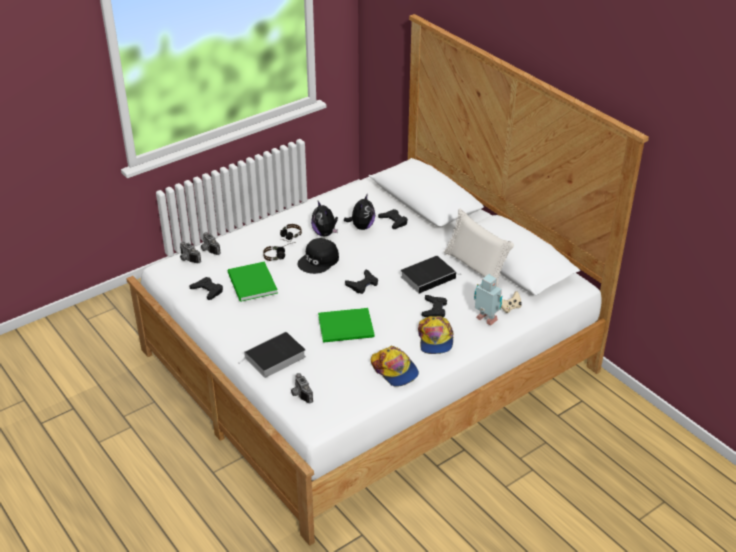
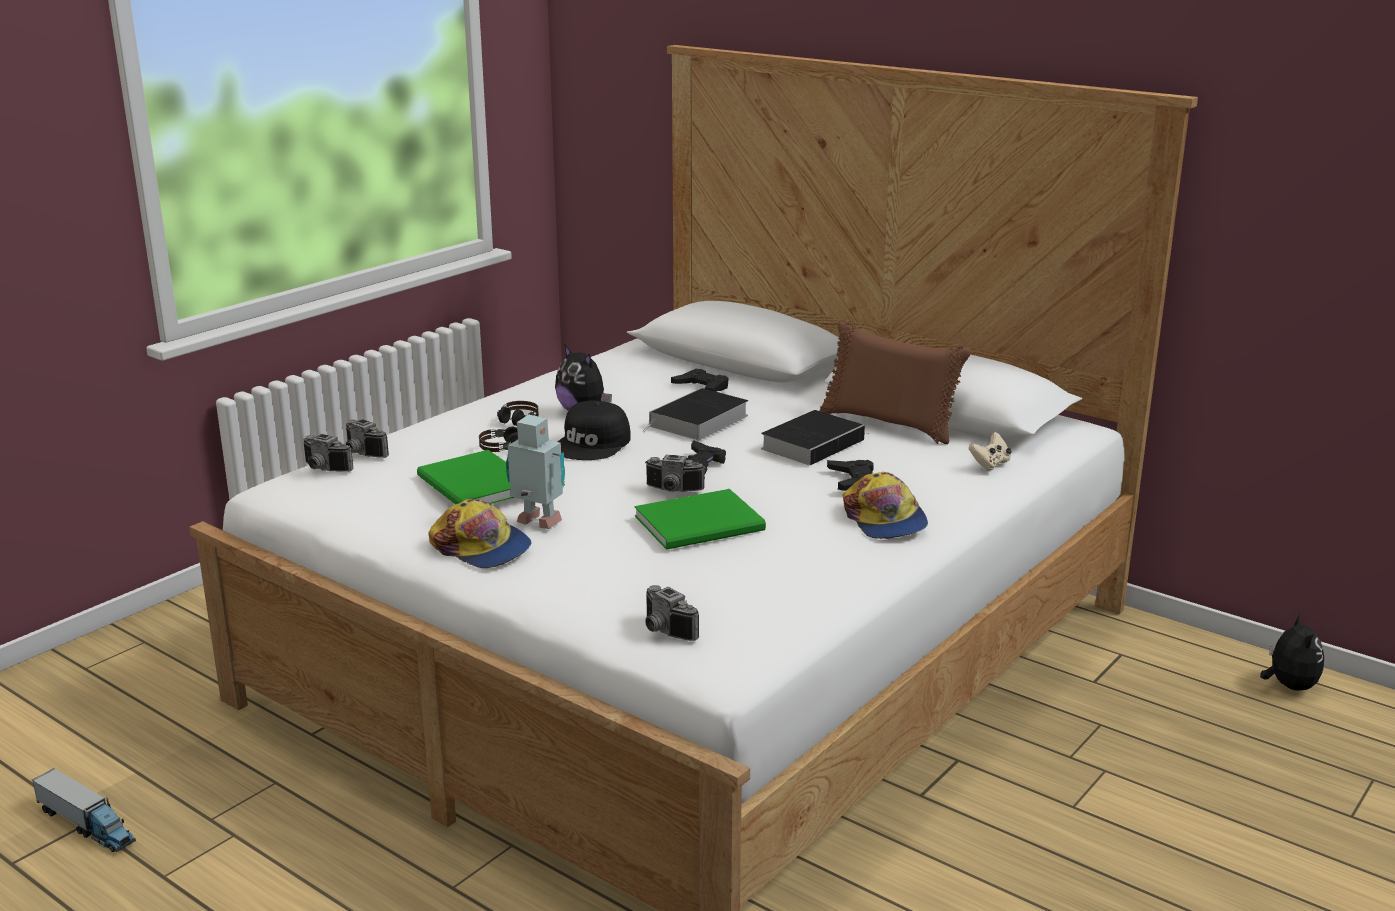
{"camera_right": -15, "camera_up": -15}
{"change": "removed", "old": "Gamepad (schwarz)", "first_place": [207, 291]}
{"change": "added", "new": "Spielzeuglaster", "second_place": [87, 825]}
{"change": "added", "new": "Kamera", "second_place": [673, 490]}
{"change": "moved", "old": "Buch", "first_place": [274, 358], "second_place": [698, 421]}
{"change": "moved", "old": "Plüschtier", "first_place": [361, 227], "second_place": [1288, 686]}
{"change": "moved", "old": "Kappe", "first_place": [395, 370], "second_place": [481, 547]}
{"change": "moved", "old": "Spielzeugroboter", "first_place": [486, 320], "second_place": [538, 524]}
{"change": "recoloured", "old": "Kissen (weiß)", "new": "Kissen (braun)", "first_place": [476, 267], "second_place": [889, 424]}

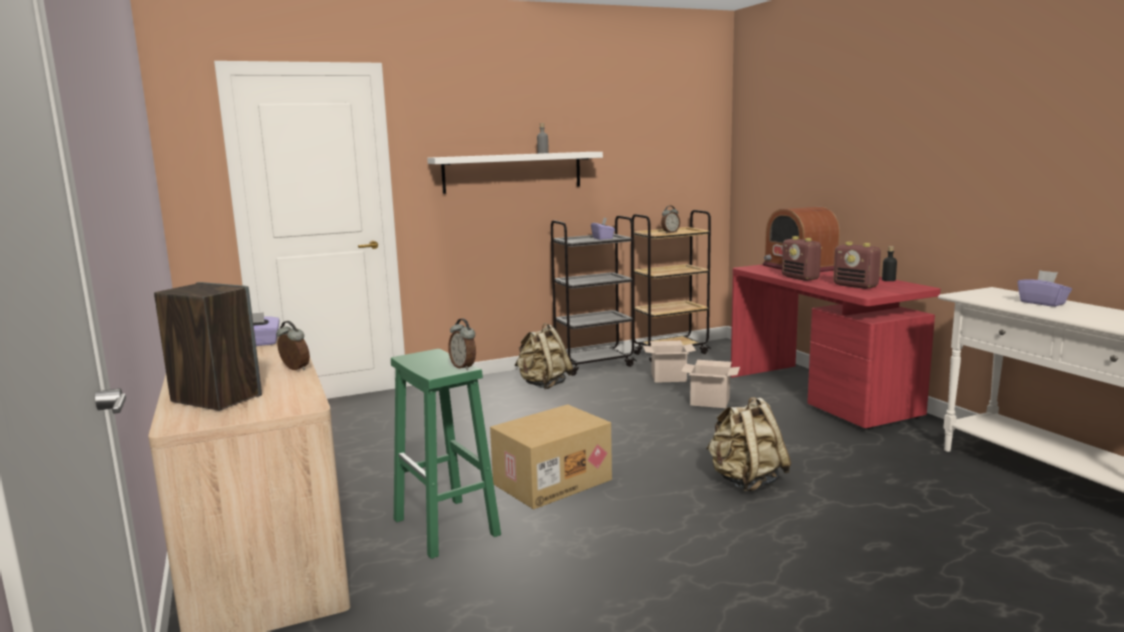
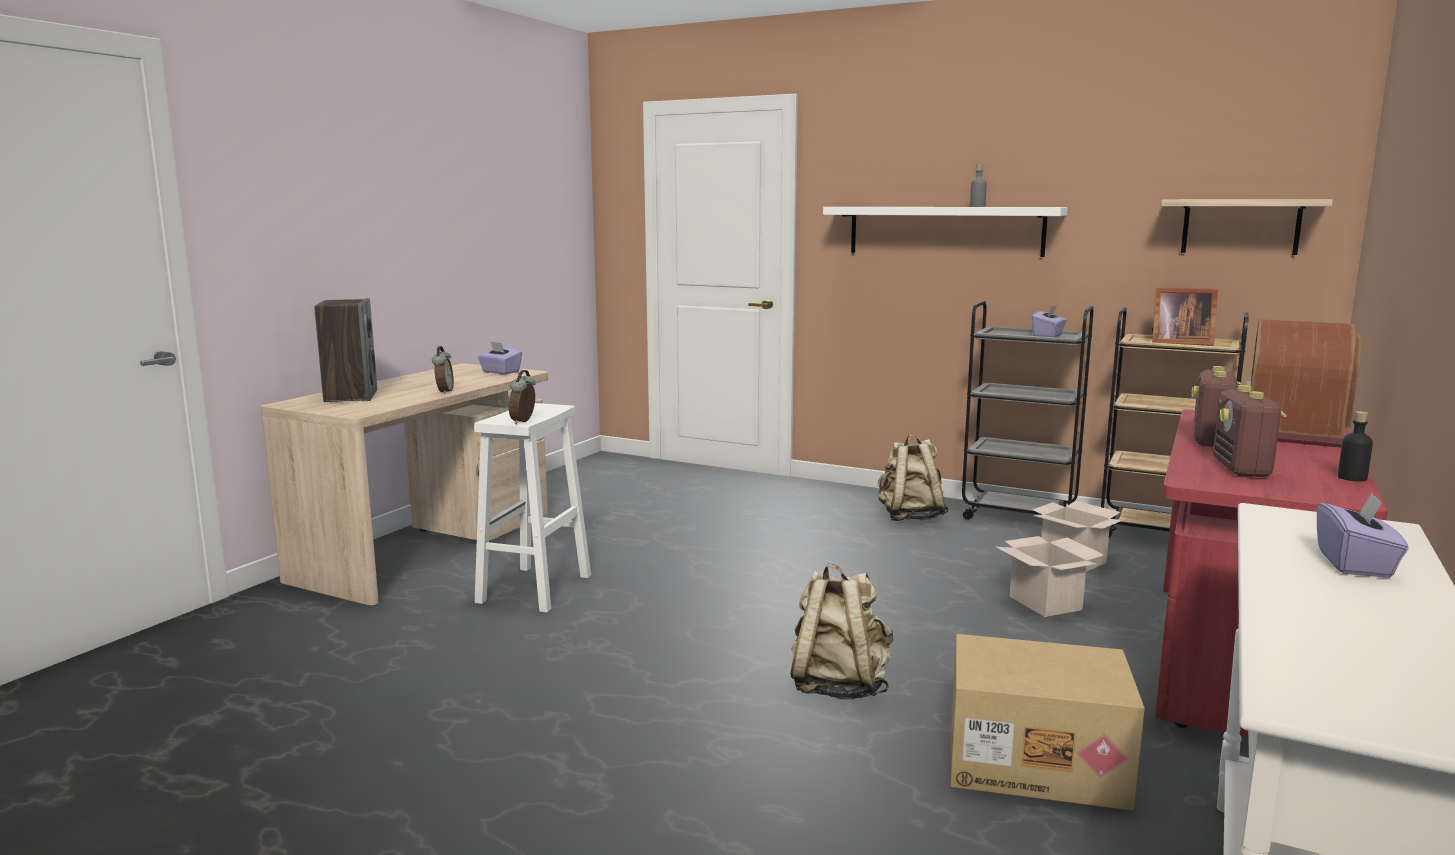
{"camera_right": 50, "camera_up": 0}
{"change": "added", "new": "Wandregal", "second_place": [1240, 226]}
{"change": "moved", "old": "Karton", "first_place": [552, 481], "second_place": [1036, 762]}
{"change": "replaced", "old": "Wecker", "new": "Bilderrahmen", "first_place": [670, 232], "second_place": [1178, 343]}
{"change": "recoloured", "old": "Hocker (grün)", "new": "Hocker (weiß)", "first_place": [447, 527], "second_place": [534, 589]}

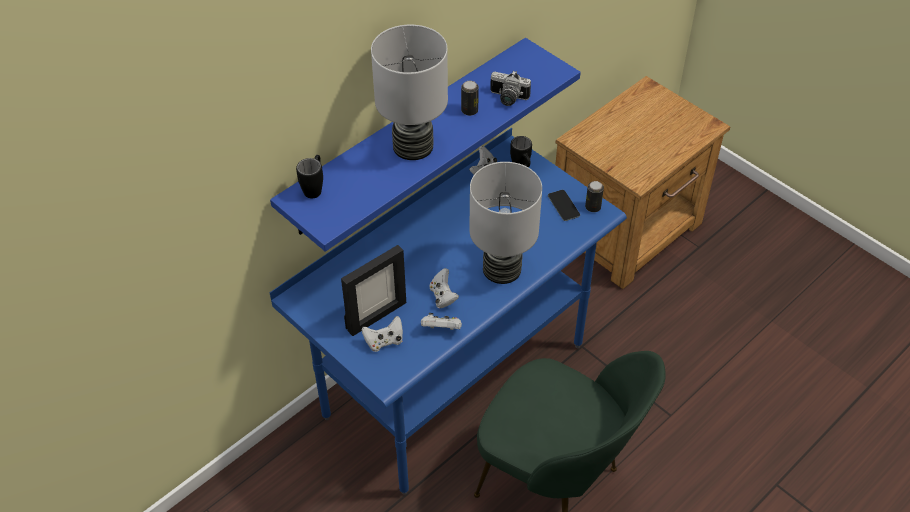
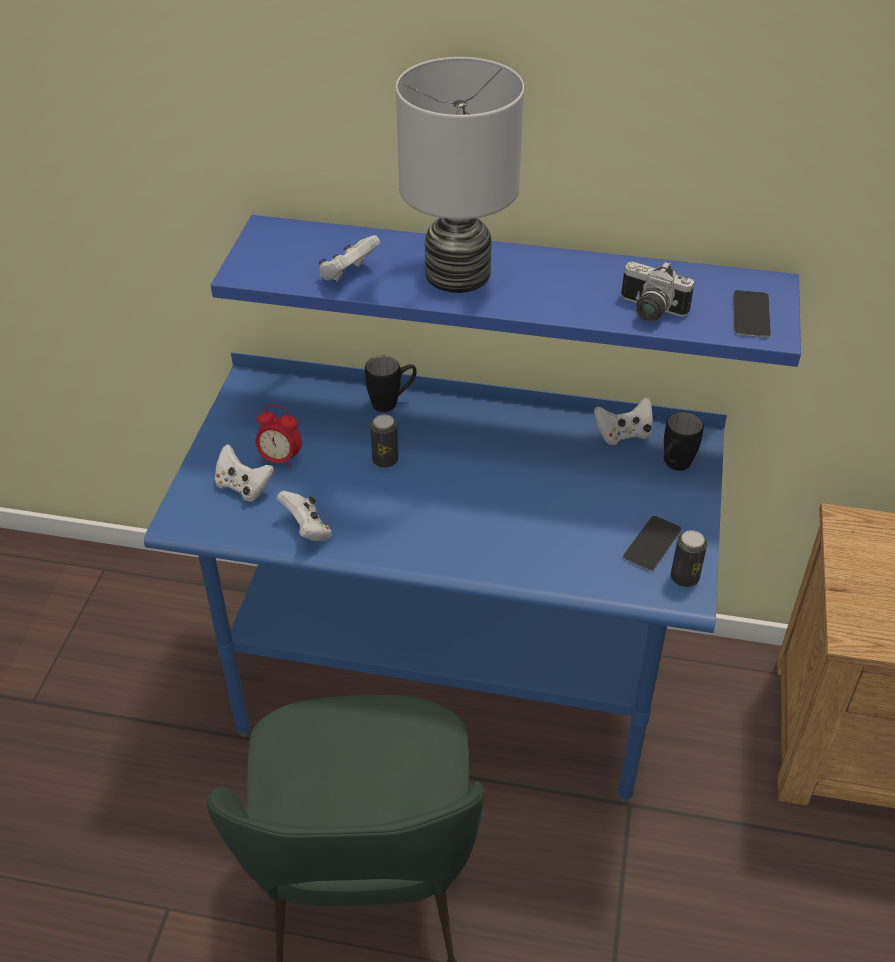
{"camera_right": 55, "camera_up": -5}
{"change": "removed", "old": "Tischlampe (grau)", "first_place": [501, 269]}
{"change": "added", "new": "Handy", "second_place": [751, 315]}
{"change": "moved", "old": "Henkelbecher (schwarz)", "first_place": [314, 188], "second_place": [392, 402]}
{"change": "moved", "old": "Gamepad (weiß)", "first_place": [443, 296], "second_place": [348, 274]}
{"change": "moved", "old": "Dose", "first_place": [469, 110], "second_place": [385, 460]}
{"change": "replaced", "old": "Bilderrahmen", "new": "Wecker", "first_place": [376, 315], "second_place": [280, 459]}
{"change": "turned", "old": "Kamera", "first_place": [507, 99], "second_place": [649, 311], "degrees": -45}

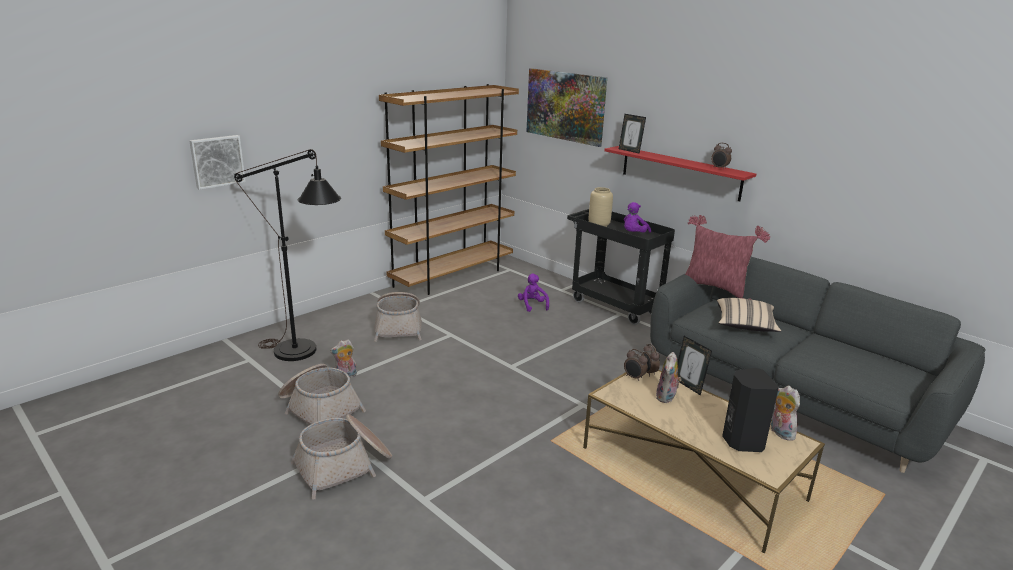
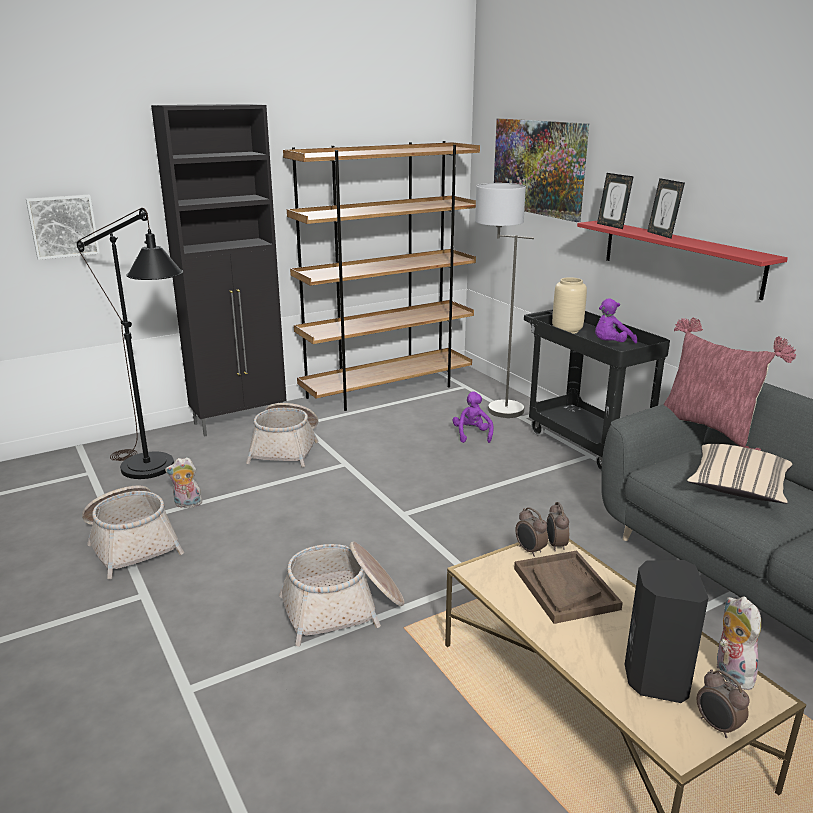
{"camera_right": 15, "camera_up": 0}
{"change": "added", "new": "Schrank (schwarz)", "second_place": [241, 421]}
{"change": "added", "new": "Stehlampe (grau)", "second_place": [495, 409]}
{"change": "moved", "old": "Korb", "first_place": [344, 466], "second_place": [343, 608]}
{"change": "moved", "old": "Bilderrahmen", "first_place": [688, 386], "second_place": [661, 235]}
{"change": "moved", "old": "Wecker", "first_place": [719, 168], "second_place": [717, 726]}
{"change": "replaced", "old": "Plüschtier", "new": "Tablett (braun)", "first_place": [667, 397], "second_place": [565, 588]}

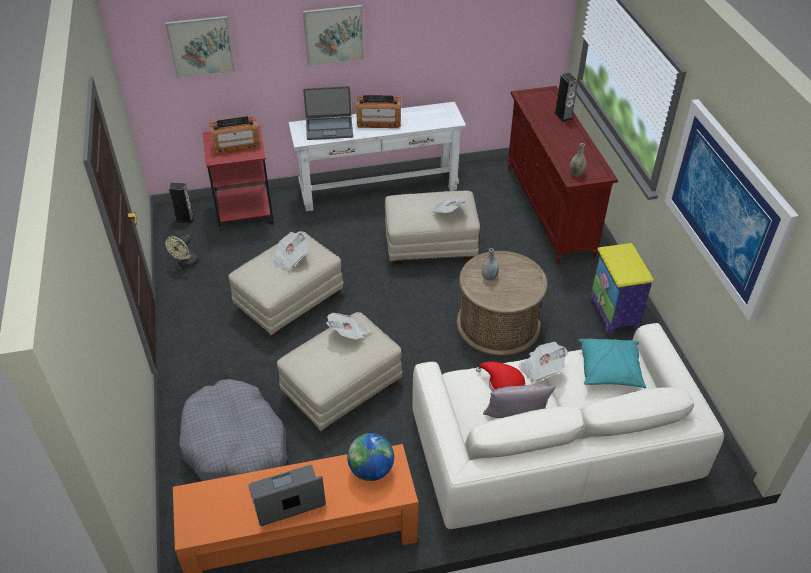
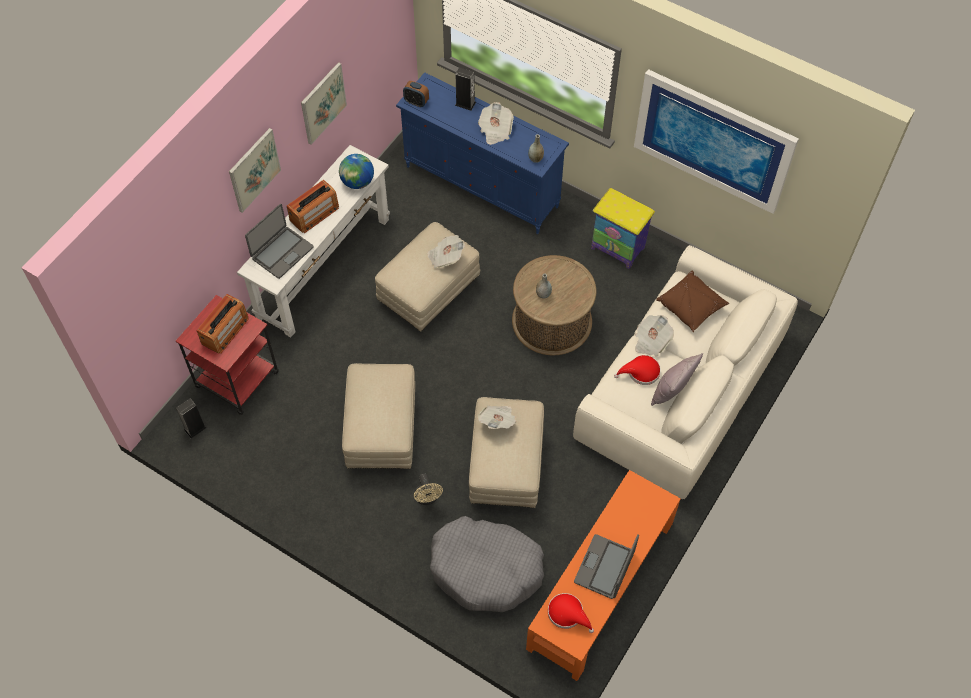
{"camera_right": -45, "camera_up": 15}
{"change": "added", "new": "Wecker", "second_place": [416, 102]}
{"change": "added", "new": "Hut (rot)", "second_place": [568, 614]}
{"change": "moved", "old": "Bild", "first_place": [201, 46], "second_place": [323, 103]}
{"change": "moved", "old": "Ventilator (beige)", "first_place": [185, 263], "second_place": [427, 498]}
{"change": "moved", "old": "Zeitung", "first_place": [290, 259], "second_place": [495, 130]}
{"change": "moved", "old": "Globus", "first_place": [371, 470], "second_place": [357, 182]}
{"change": "recoloured", "old": "Kommode (rot)", "new": "Kommode (blau)", "first_place": [549, 211], "second_place": [482, 186]}
{"change": "recoloured", "old": "Kissen (türkis)", "new": "Kissen (braun)", "first_place": [610, 370], "second_place": [691, 306]}

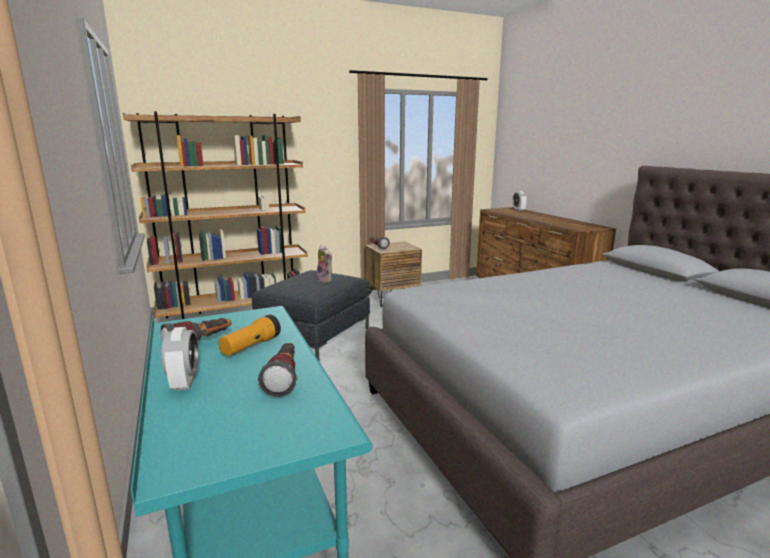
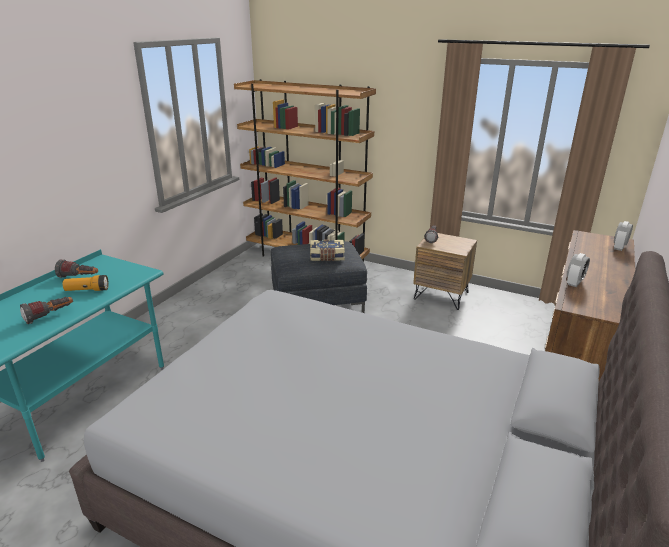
{"camera_right": 50, "camera_up": 10}
{"change": "moved", "old": "Wecker", "first_place": [184, 382], "second_place": [574, 283]}
{"change": "replaced", "old": "Plüschtier", "new": "Buch", "first_place": [326, 280], "second_place": [327, 256]}

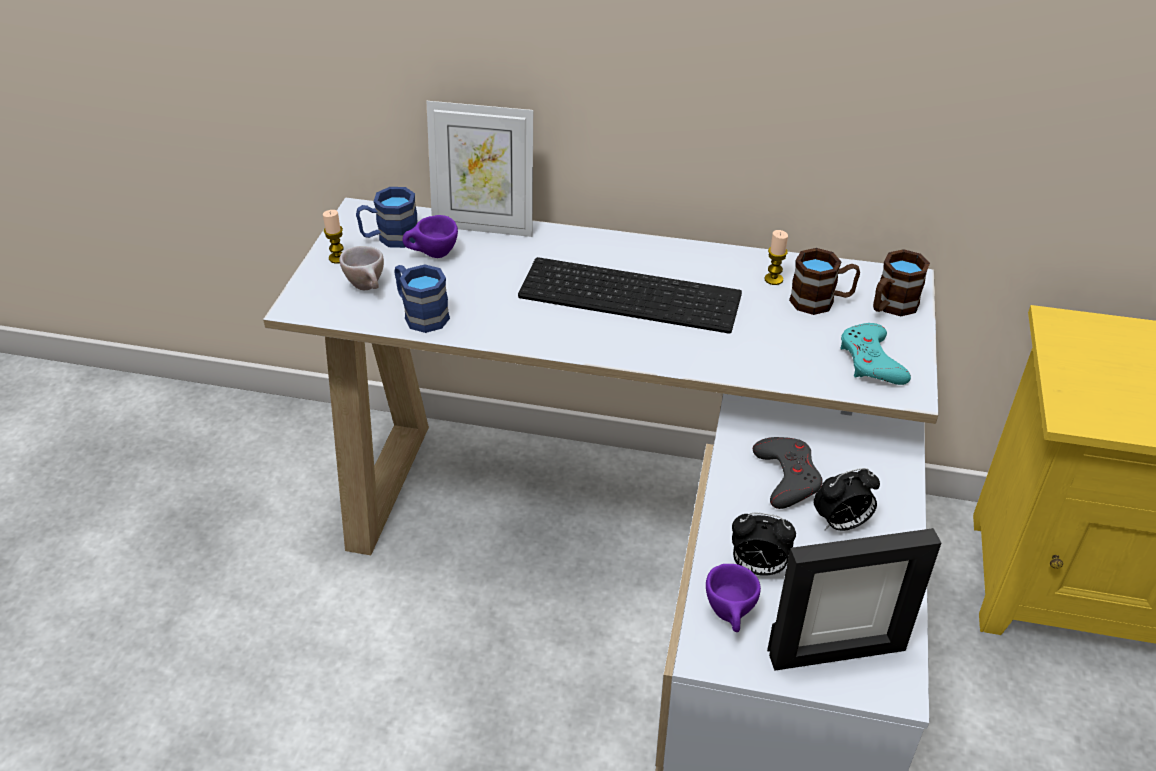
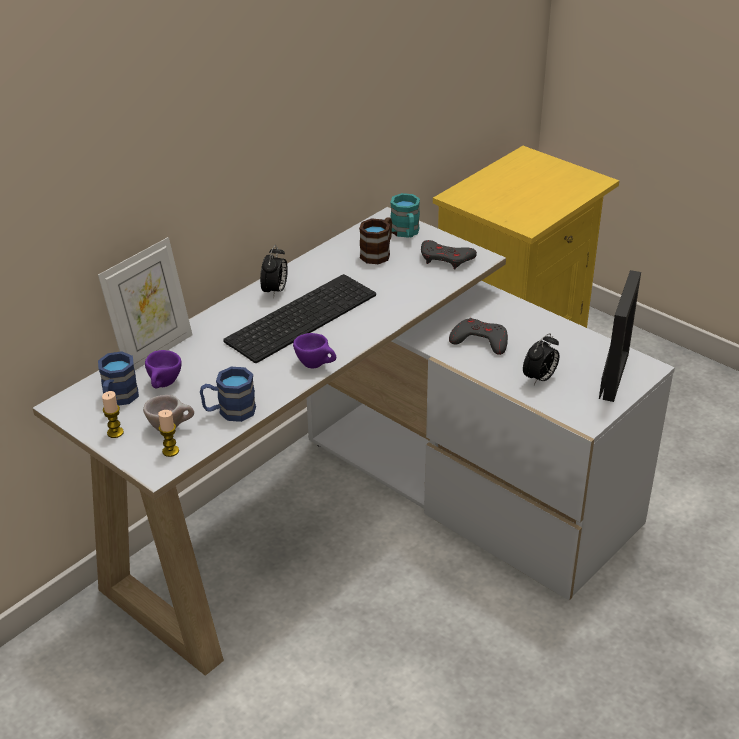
{"camera_right": -60, "camera_up": -5}
{"change": "moved", "old": "Tasse (lila)", "first_place": [731, 617], "second_place": [316, 365]}
{"change": "moved", "old": "Kerze", "first_place": [773, 279], "second_place": [170, 451]}
{"change": "moved", "old": "Wecker", "first_place": [841, 524], "second_place": [275, 291]}
{"change": "recoloured", "old": "Gamepad (türkis)", "new": "Gamepad (grau)", "first_place": [871, 361], "second_place": [446, 259]}
{"change": "recoloured", "old": "Henkelbecher (braun)", "new": "Henkelbecher (türkis)", "first_place": [891, 306], "second_place": [406, 233]}

